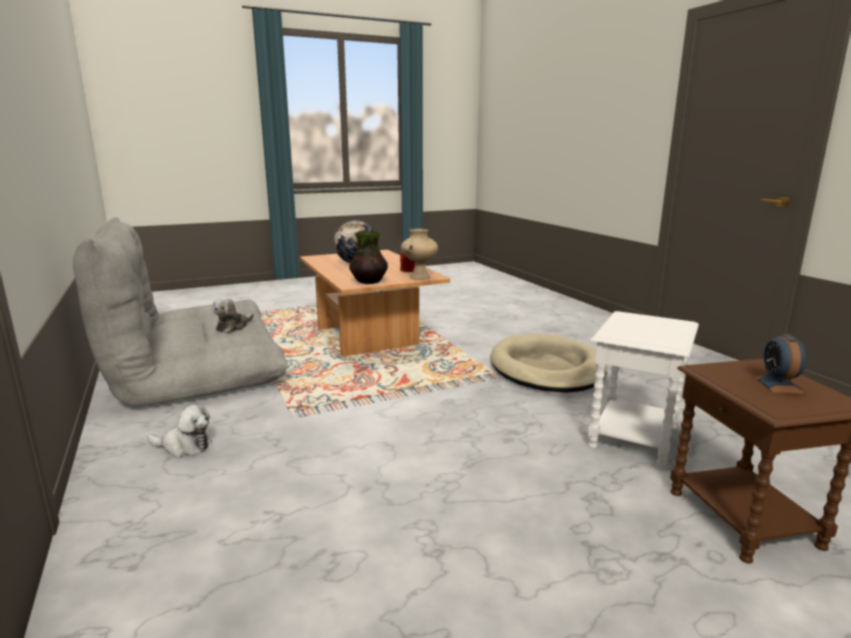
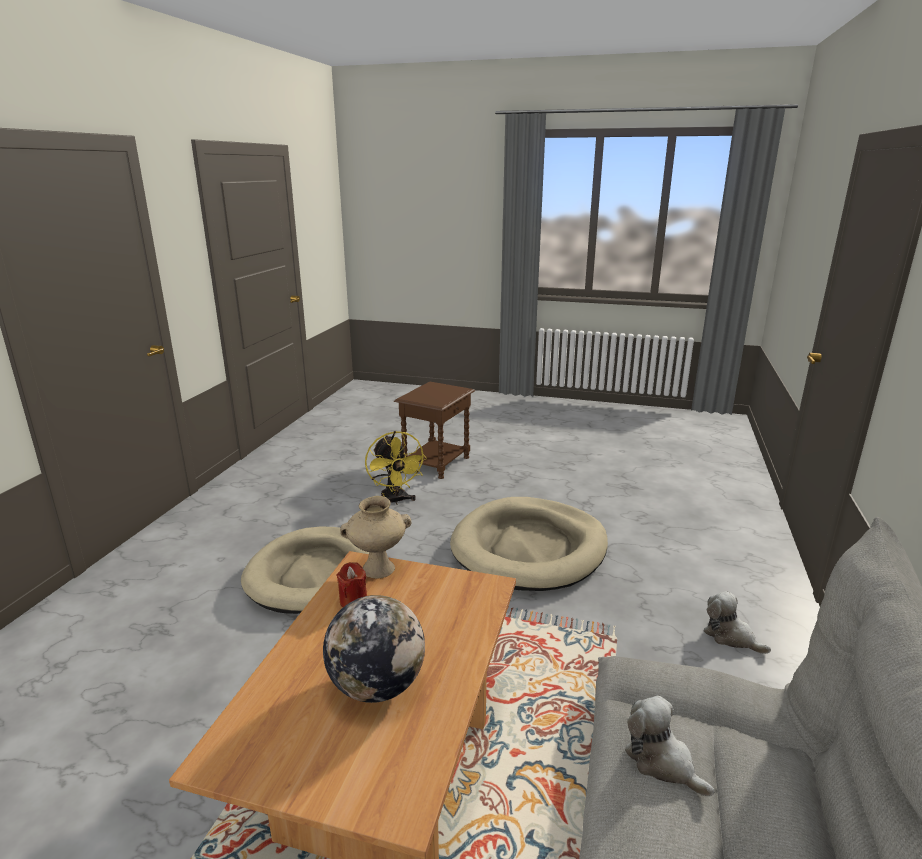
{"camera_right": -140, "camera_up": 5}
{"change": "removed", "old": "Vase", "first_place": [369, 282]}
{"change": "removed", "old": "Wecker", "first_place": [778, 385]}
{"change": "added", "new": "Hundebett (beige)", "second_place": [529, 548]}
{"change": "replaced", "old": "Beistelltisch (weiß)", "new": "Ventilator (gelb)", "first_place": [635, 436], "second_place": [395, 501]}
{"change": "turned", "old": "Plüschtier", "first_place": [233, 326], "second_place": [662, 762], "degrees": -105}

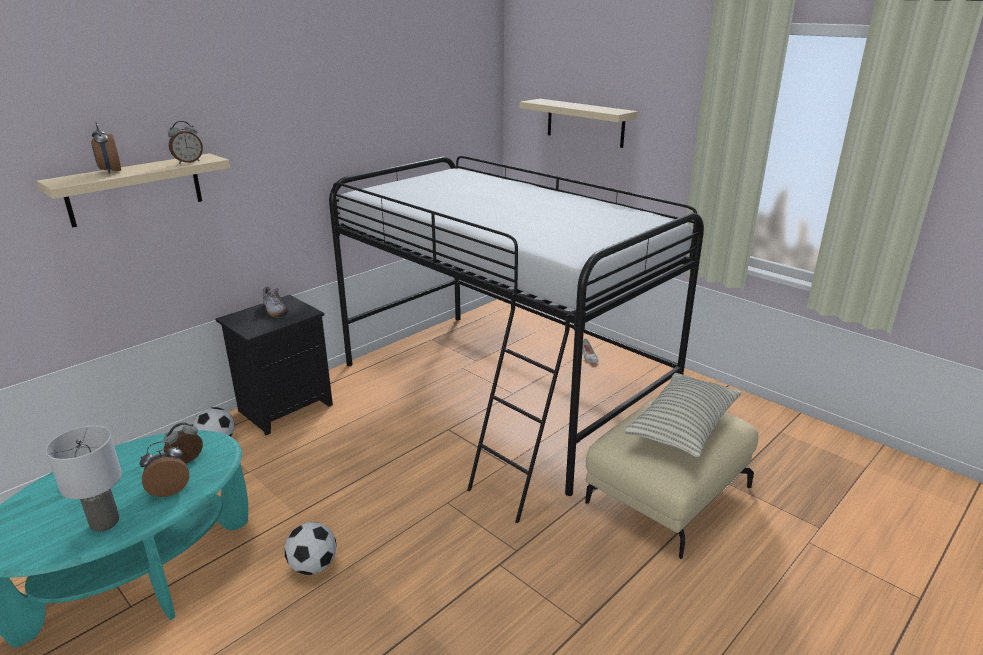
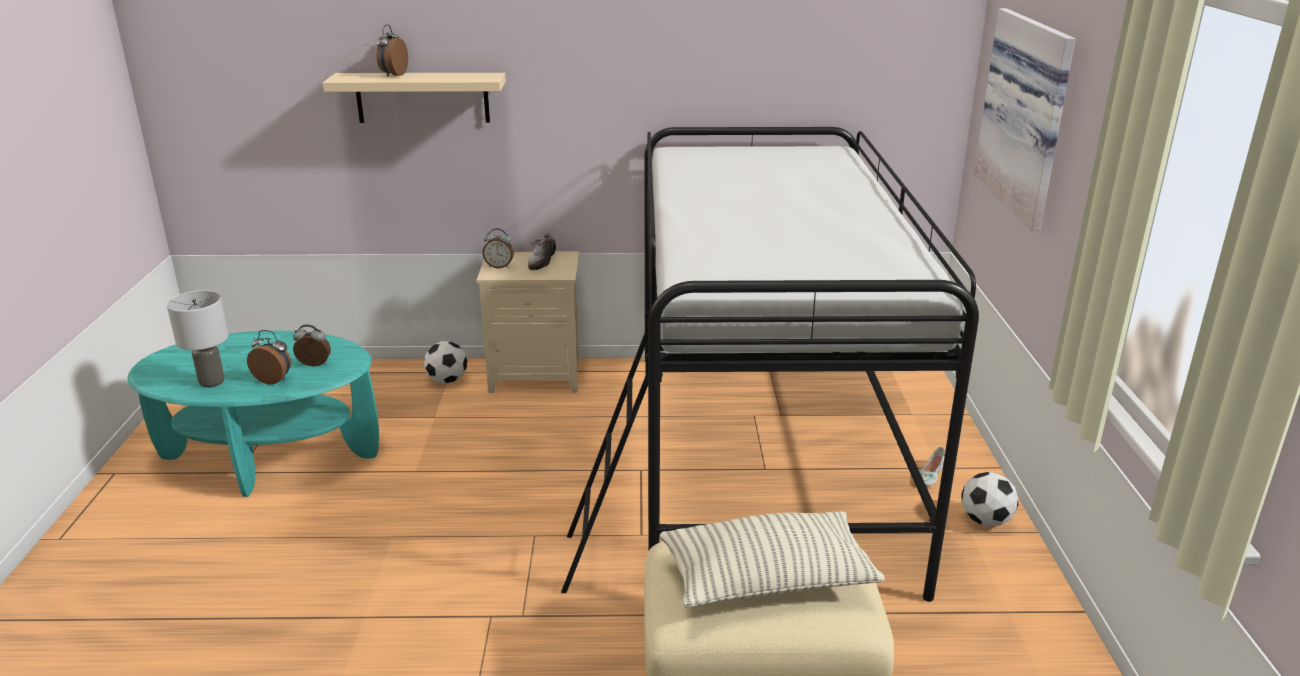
{"camera_right": 45, "camera_up": 0}
{"change": "moved", "old": "Wecker", "first_place": [188, 162], "second_place": [499, 266]}
{"change": "moved", "old": "Fußball", "first_place": [313, 566], "second_place": [985, 521]}
{"change": "replaced", "old": "Wandregal (beige)", "new": "Bild", "first_place": [585, 122], "second_place": [1029, 115]}
{"change": "recoloured", "old": "Nachttisch (schwarz)", "new": "Nachttisch (beige)", "first_place": [285, 407], "second_place": [537, 375]}

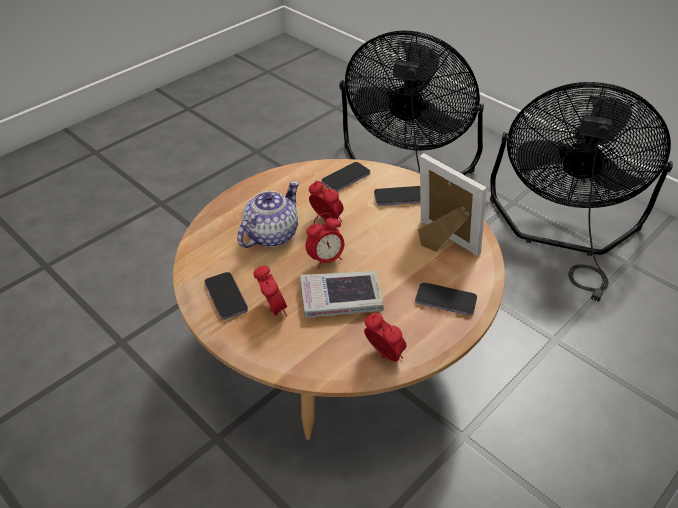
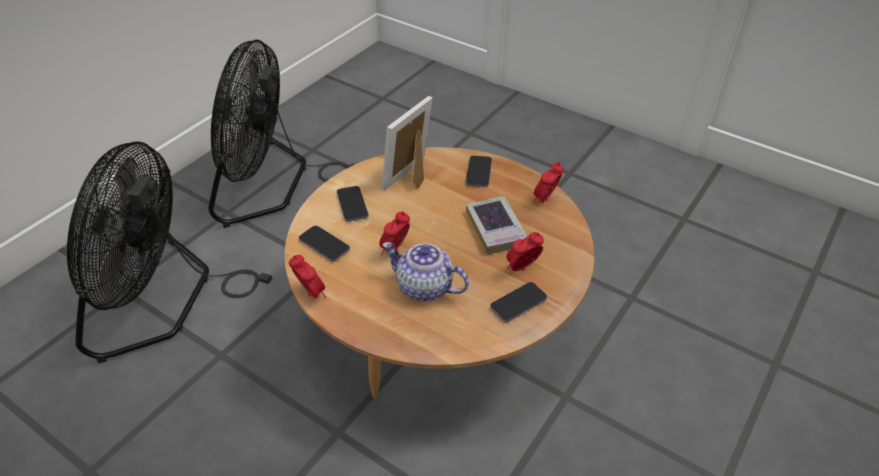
{"camera_right": -100, "camera_up": 0}
{"change": "moved", "old": "Wecker", "first_place": [326, 259], "second_place": [311, 294]}

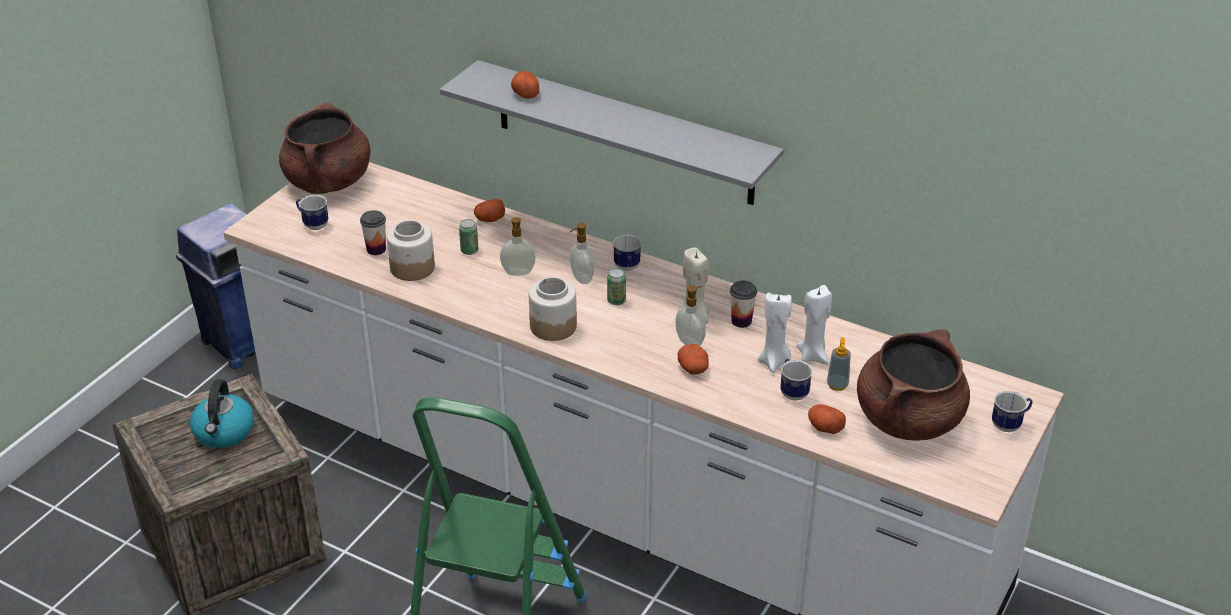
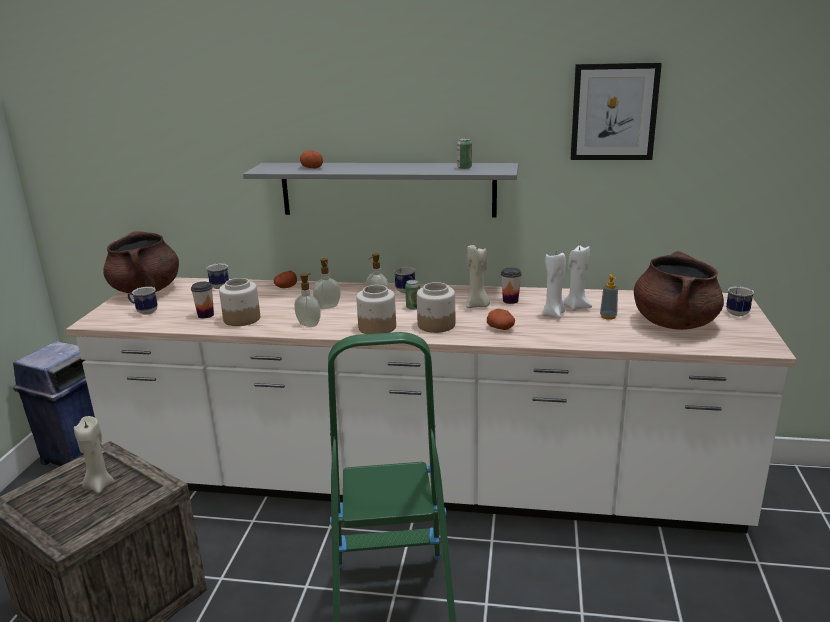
{"camera_right": -20, "camera_up": -15}
{"change": "removed", "old": "Kartoffel", "first_place": [824, 427]}
{"change": "added", "new": "Vorratsglas", "second_place": [436, 325]}
{"change": "added", "new": "Bild", "second_place": [614, 112]}
{"change": "moved", "old": "Dose", "first_place": [469, 251], "second_place": [464, 167]}
{"change": "moved", "old": "Seifenspender", "first_place": [690, 342], "second_place": [309, 324]}
{"change": "moved", "old": "Henkelbecher", "first_place": [792, 391], "second_place": [218, 286]}
{"change": "replaced", "old": "Wasserkessel", "new": "Kerze (beige)", "first_place": [224, 432], "second_place": [99, 485]}

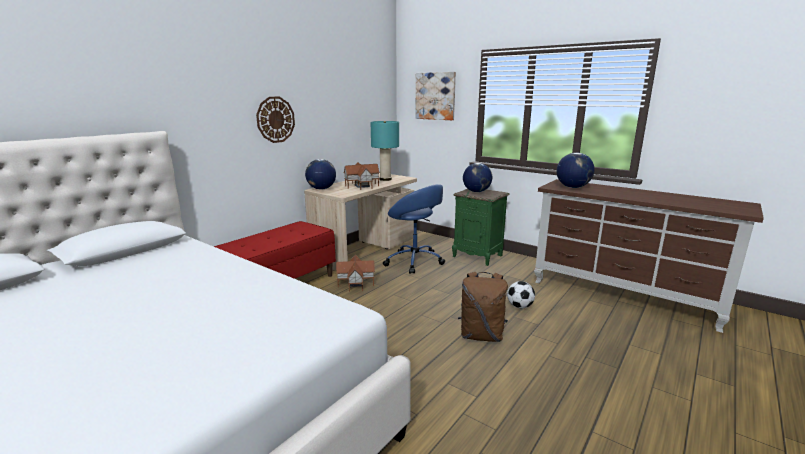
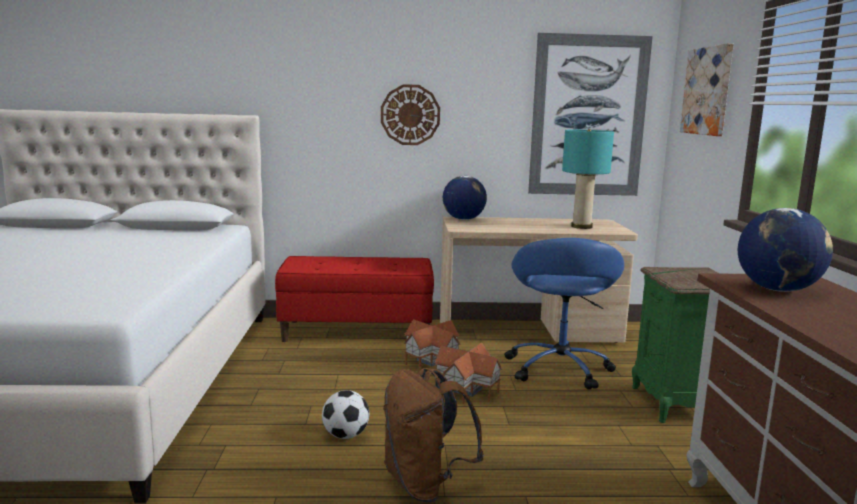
{"camera_right": 50, "camera_up": -5}
{"change": "removed", "old": "Globus", "first_place": [476, 191]}
{"change": "added", "new": "Bild", "second_place": [588, 116]}
{"change": "moved", "old": "Spielzeughaus", "first_place": [362, 186], "second_place": [468, 389]}
{"change": "moved", "old": "Fußball", "first_place": [519, 306], "second_place": [345, 435]}

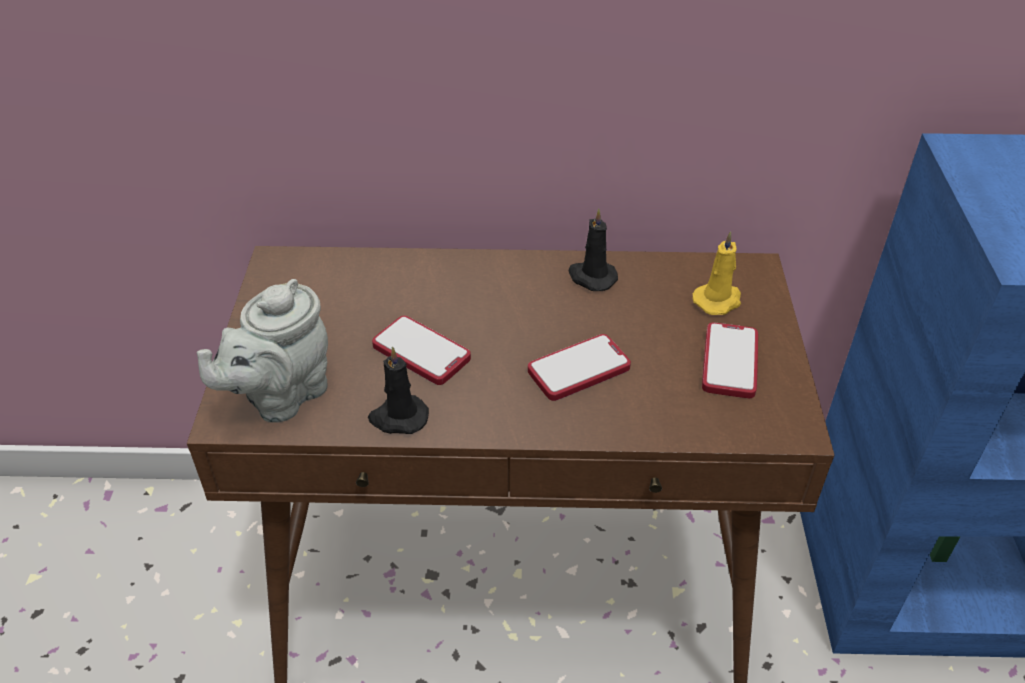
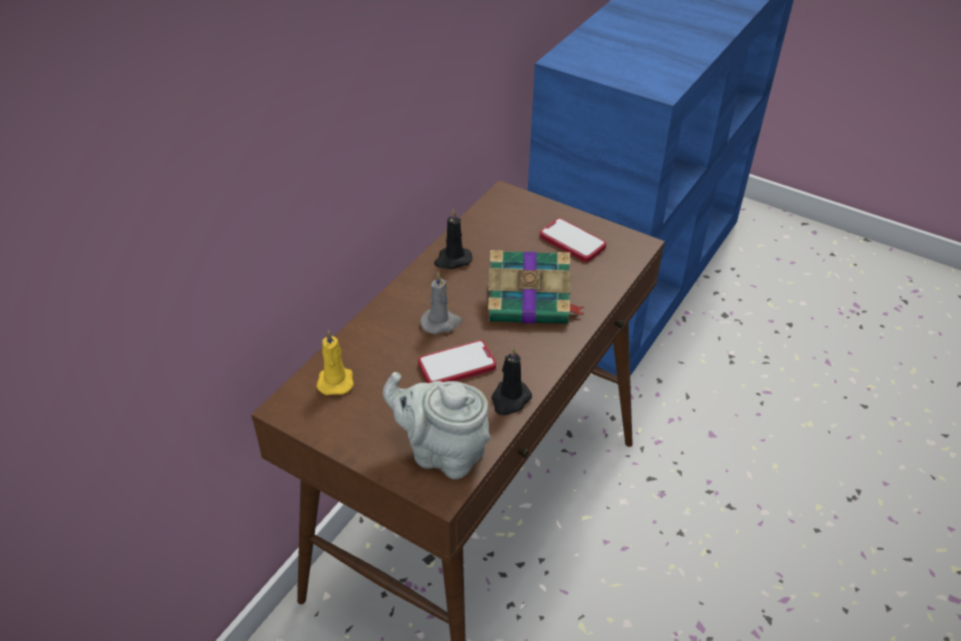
{"camera_right": -60, "camera_up": 0}
{"change": "added", "new": "Kerze (grau)", "second_place": [441, 323]}
{"change": "moved", "old": "Kerze (gelb)", "first_place": [718, 300], "second_place": [335, 380]}
{"change": "replaced", "old": "Handy", "new": "Buch", "first_place": [578, 369], "second_place": [530, 302]}
{"change": "turned", "old": "Teekanne (grau)", "first_place": [281, 396], "second_place": [442, 453], "degrees": 135}

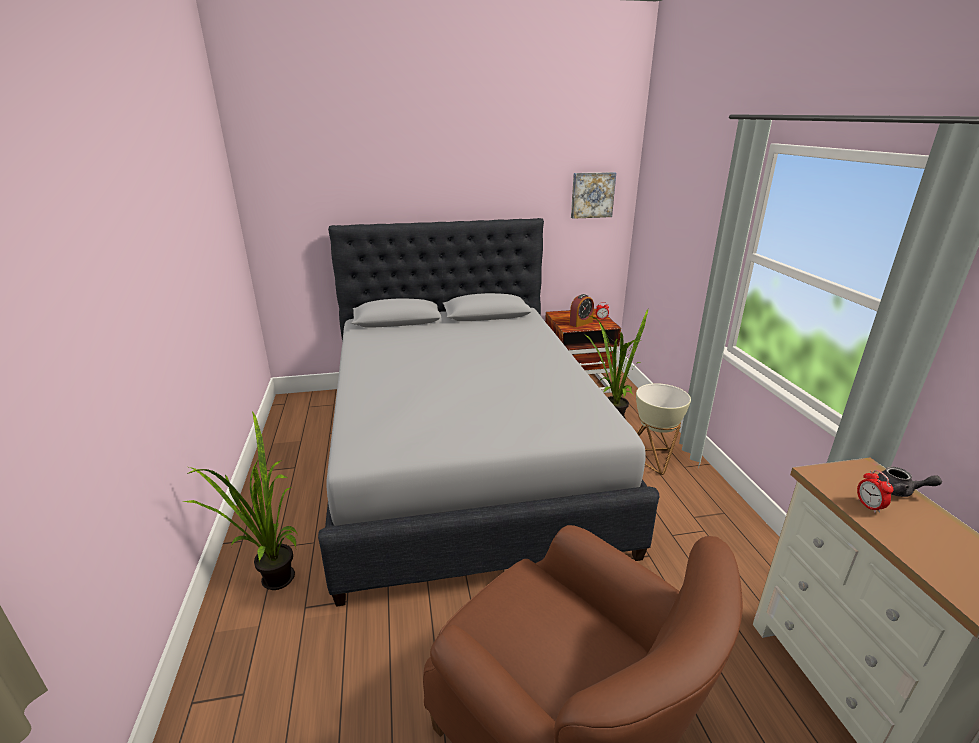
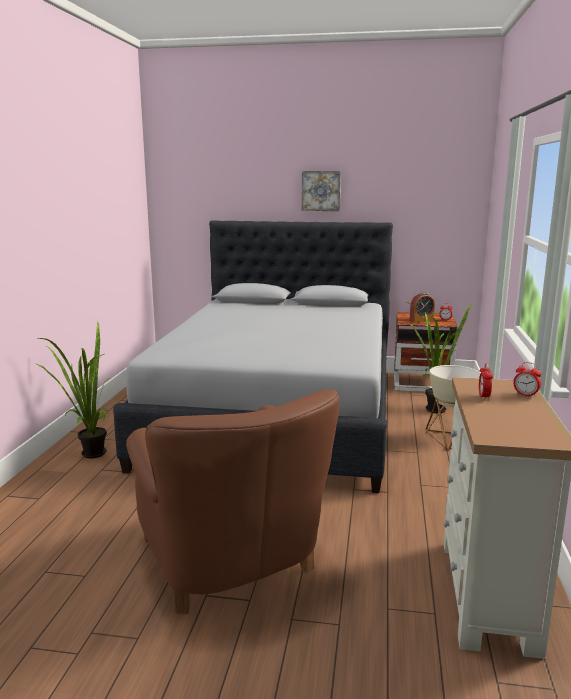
{"camera_right": 20, "camera_up": -10}
{"change": "moved", "old": "Bild", "first_place": [592, 195], "second_place": [321, 191]}
{"change": "replaced", "old": "Teekanne (grau)", "new": "Wecker", "first_place": [899, 491], "second_place": [525, 395]}

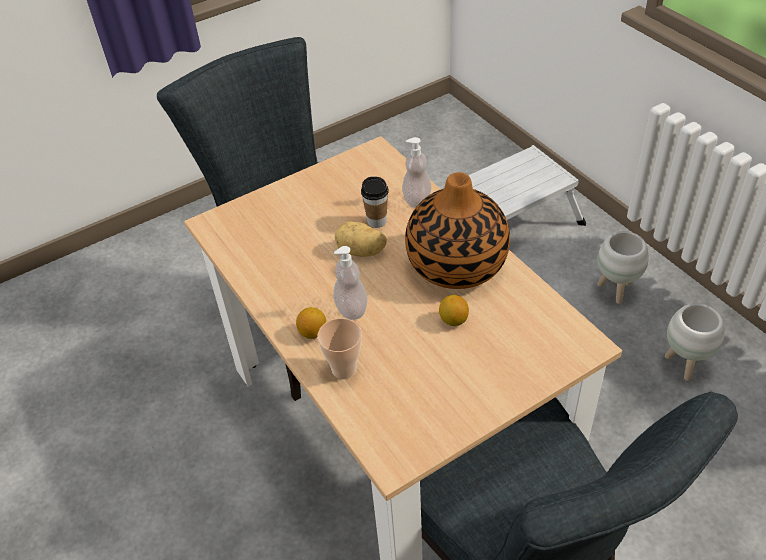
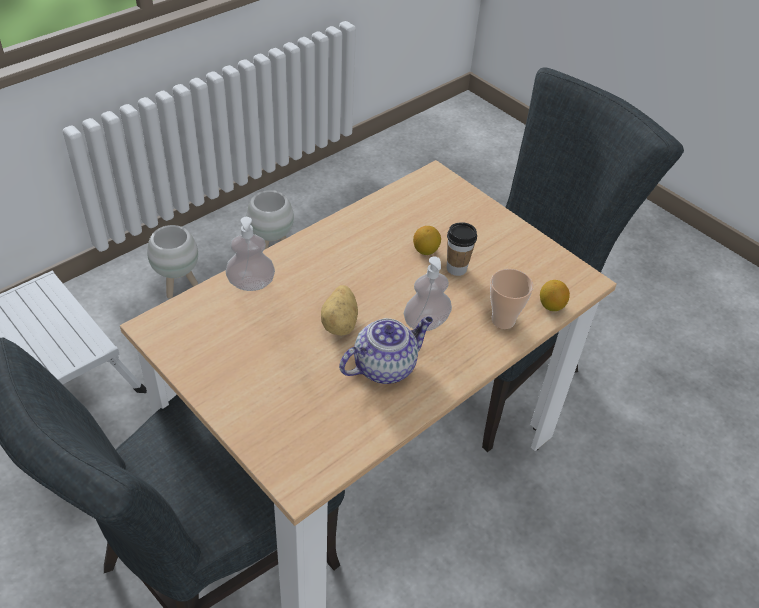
{"camera_right": -105, "camera_up": 0}
{"change": "removed", "old": "Vase", "first_place": [456, 264]}
{"change": "added", "new": "Teekanne", "second_place": [385, 366]}
{"change": "moved", "old": "Zitrone", "first_place": [312, 332], "second_place": [551, 306]}
{"change": "moved", "old": "Tasse", "first_place": [377, 221], "second_place": [456, 268]}

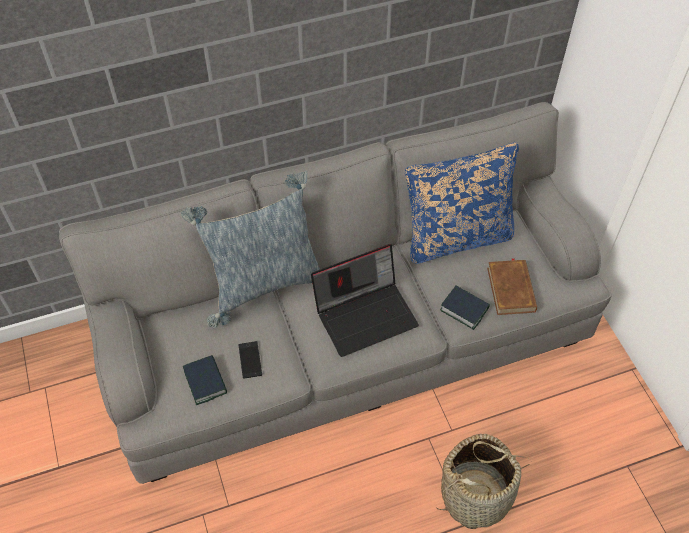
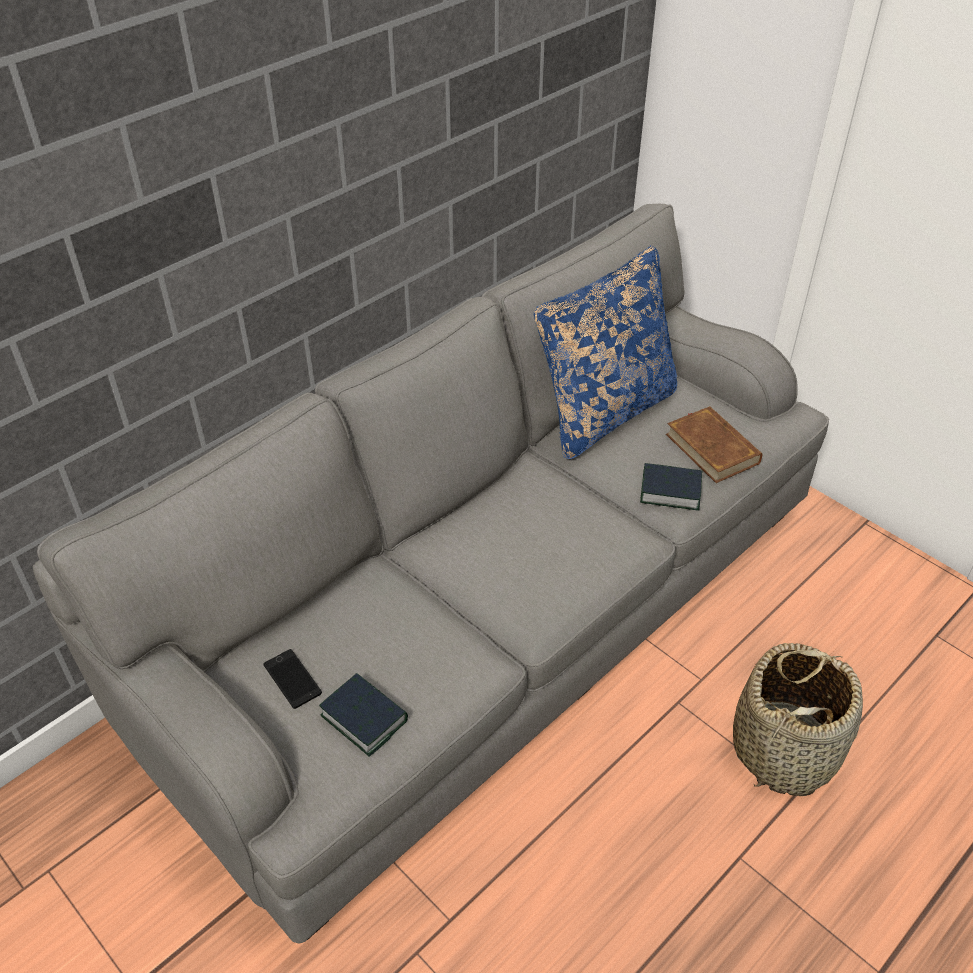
{"camera_right": -25, "camera_up": -10}
{"change": "removed", "old": "Kissen", "first_place": [264, 289]}
{"change": "removed", "old": "Laptop", "first_place": [366, 314]}
{"change": "moved", "old": "Handy", "first_place": [250, 360], "second_place": [292, 679]}

